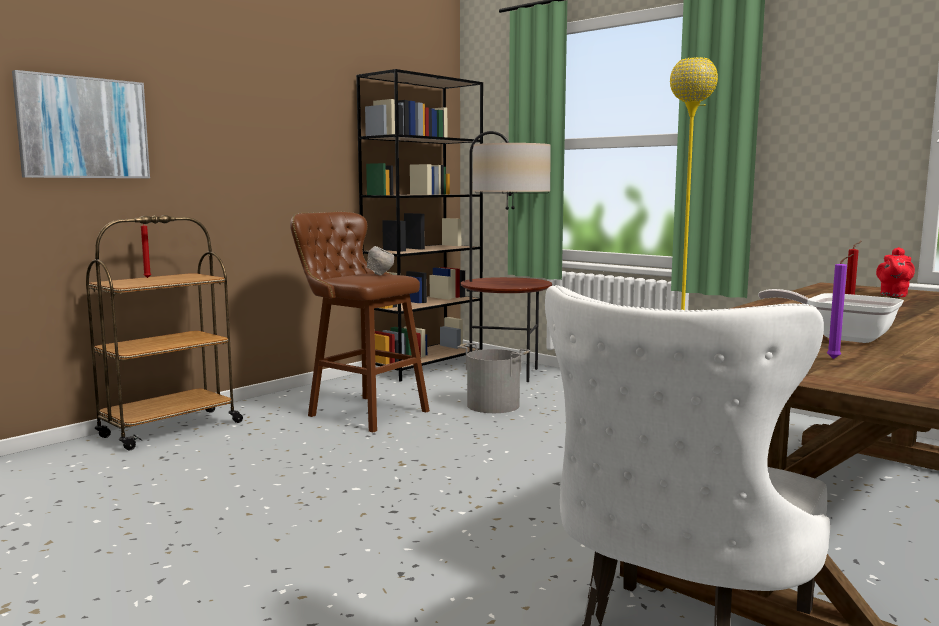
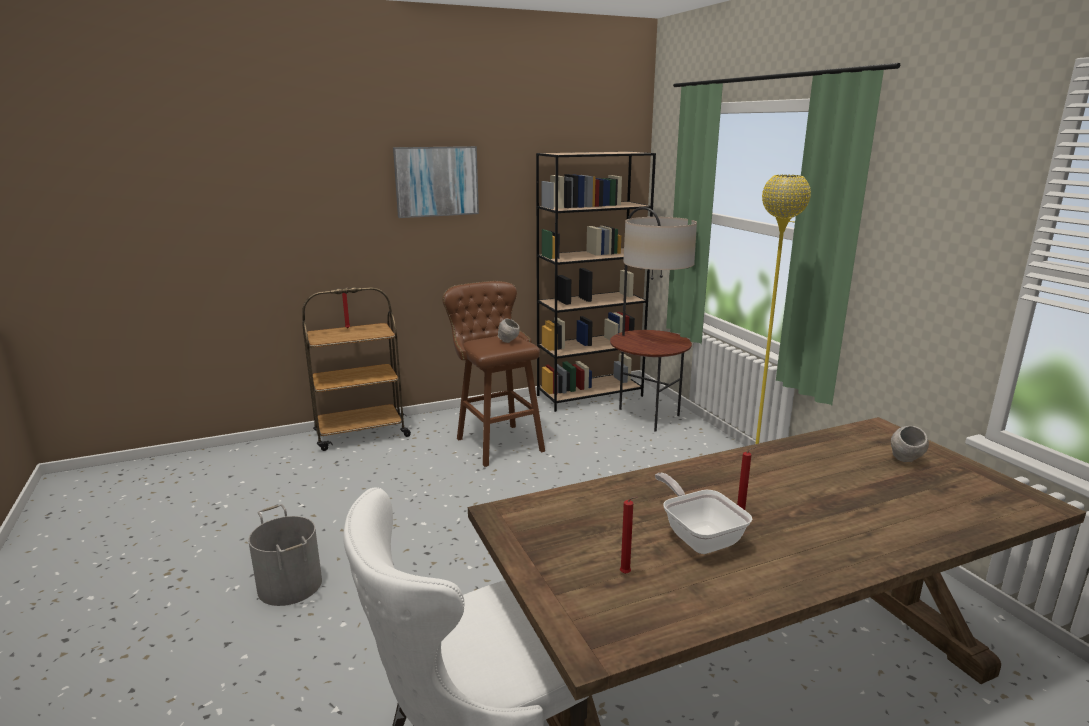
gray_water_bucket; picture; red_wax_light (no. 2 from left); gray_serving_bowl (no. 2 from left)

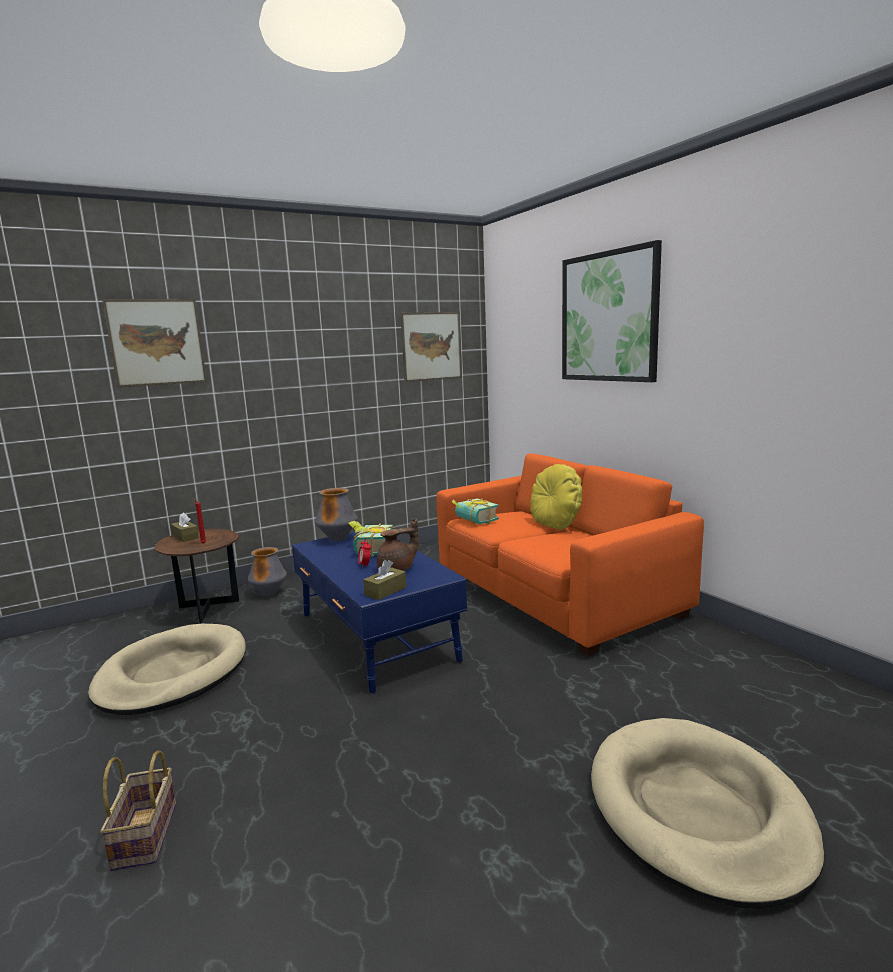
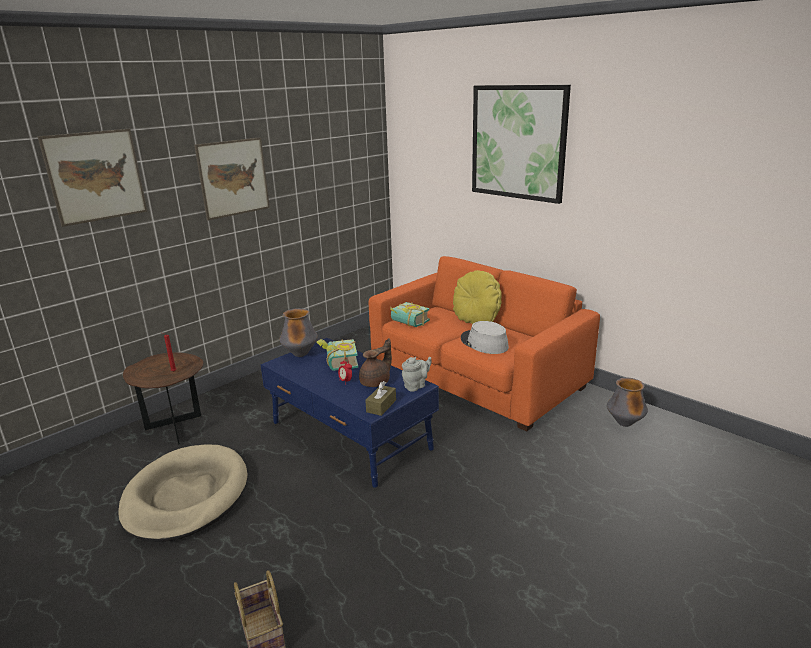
picture (no. 2 from left); gray_pot_for_tea; gray_clothing_hat; decorative_vase (no. 2 from left); brownish_tissue_box (no. 1 from left in the first image); beige-coloured_dog_bed (no. 2 from left in the first image)

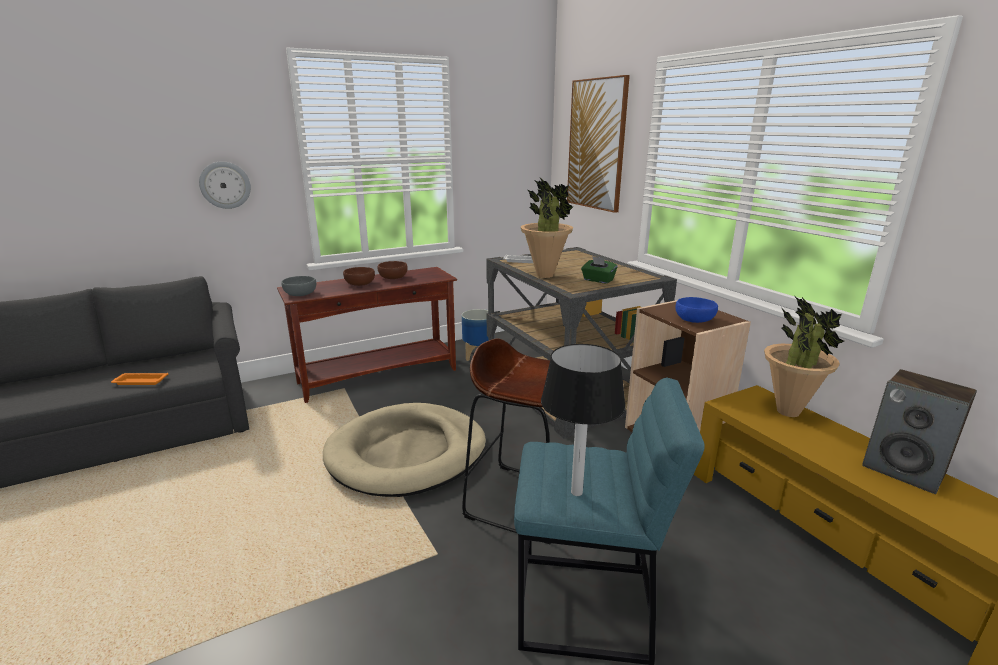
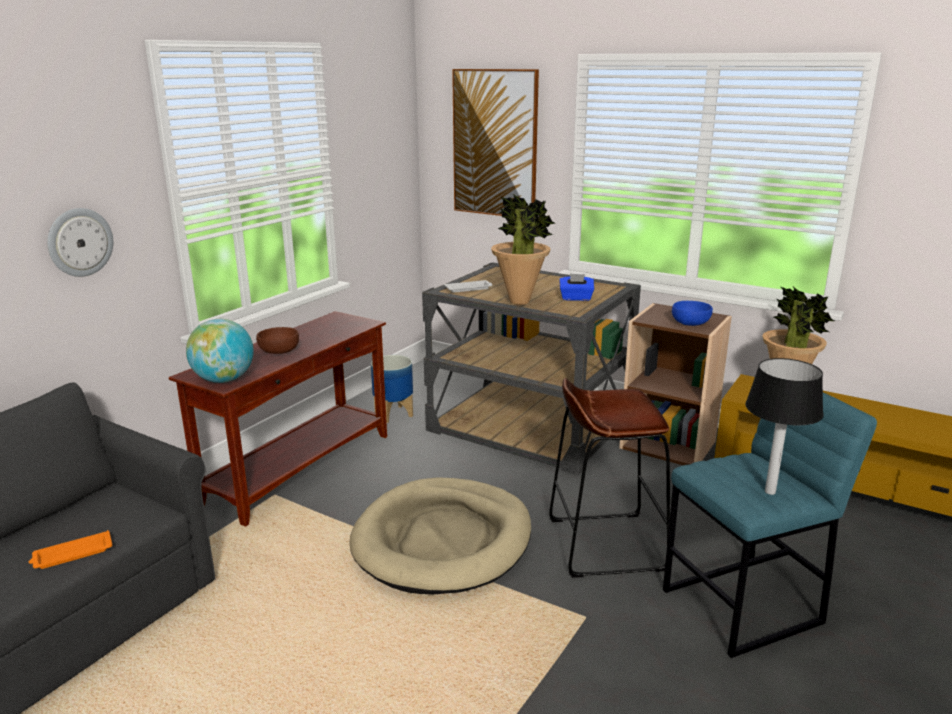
world_globe; blue-coloured_tissue_box; brownish_serving_bowl (no. 2 from left in the first image); speaker

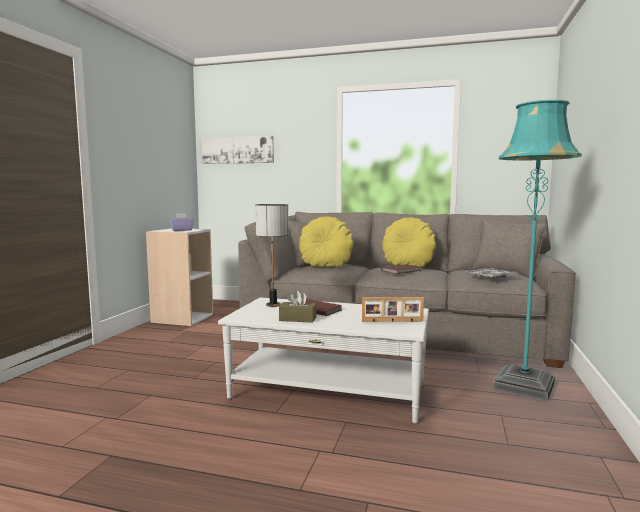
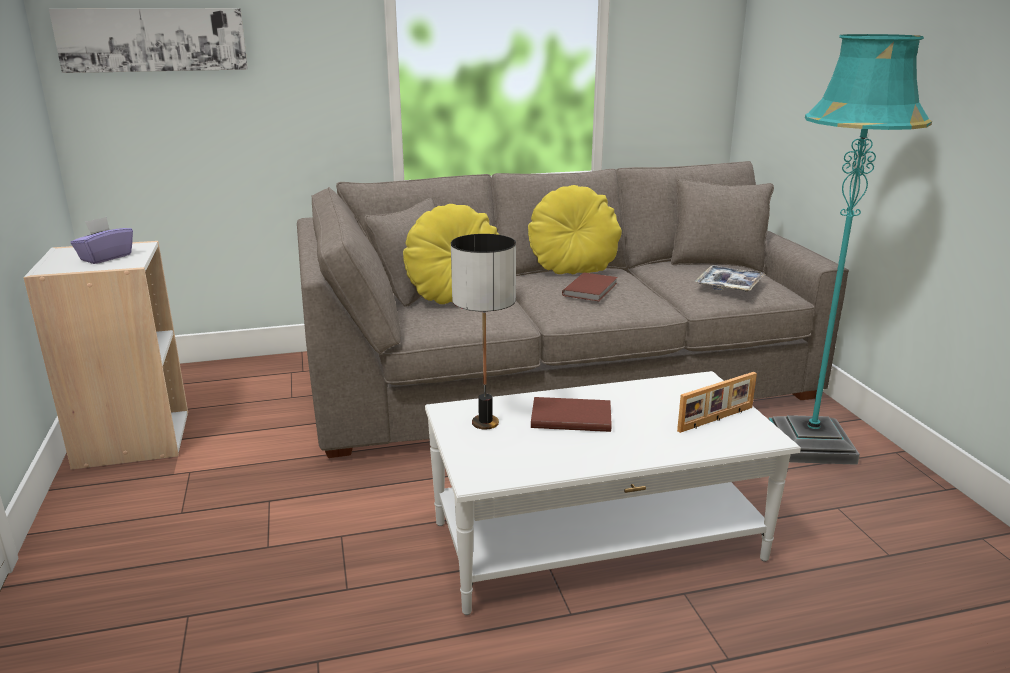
brownish_tissue_box

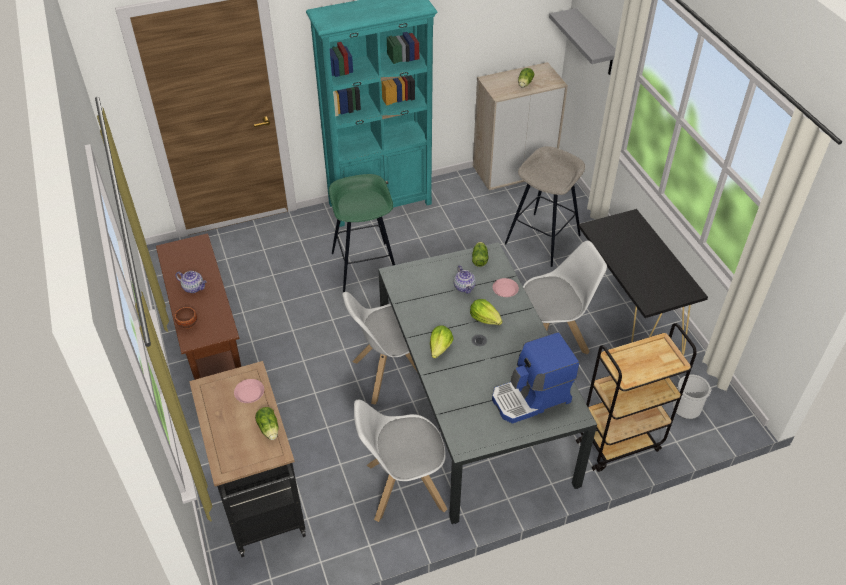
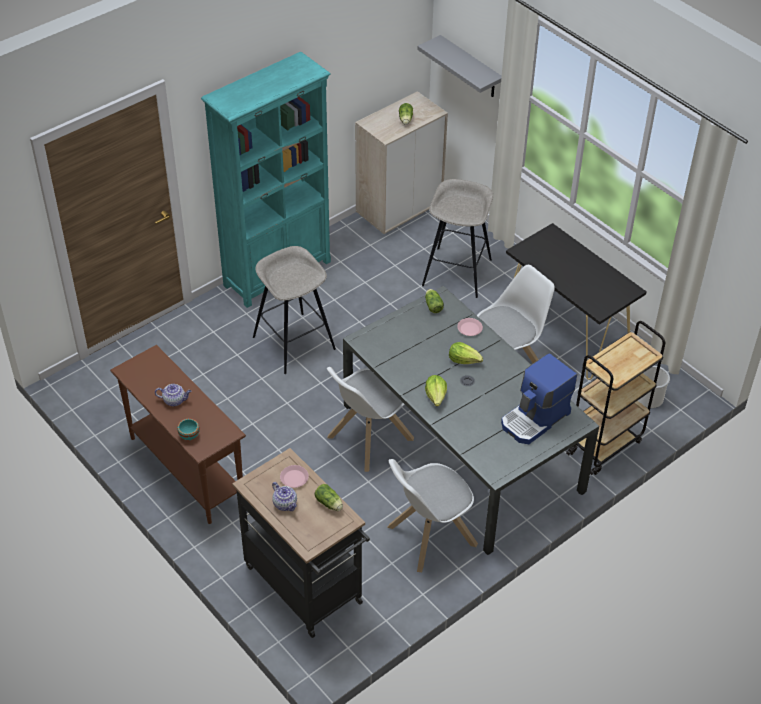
blue-green_serving_bowl; gray_stool (no. 1 from left); pot_for_tea (no. 2 from left)

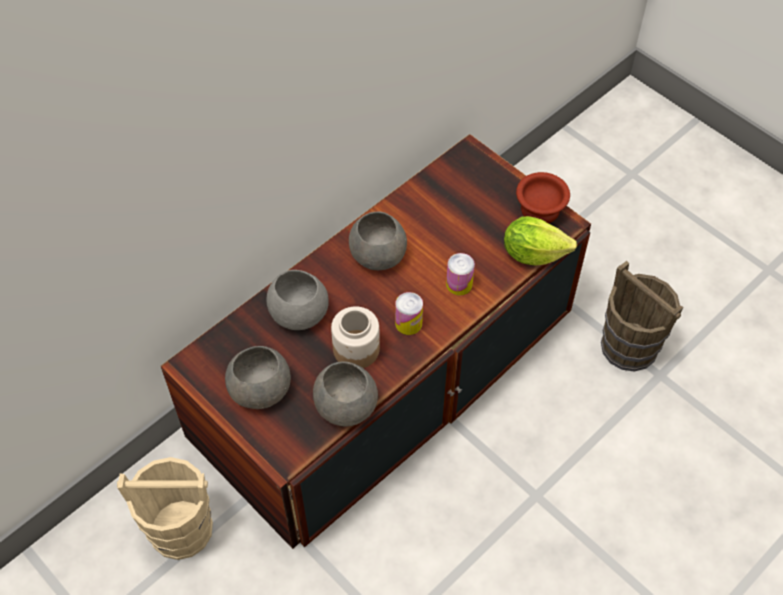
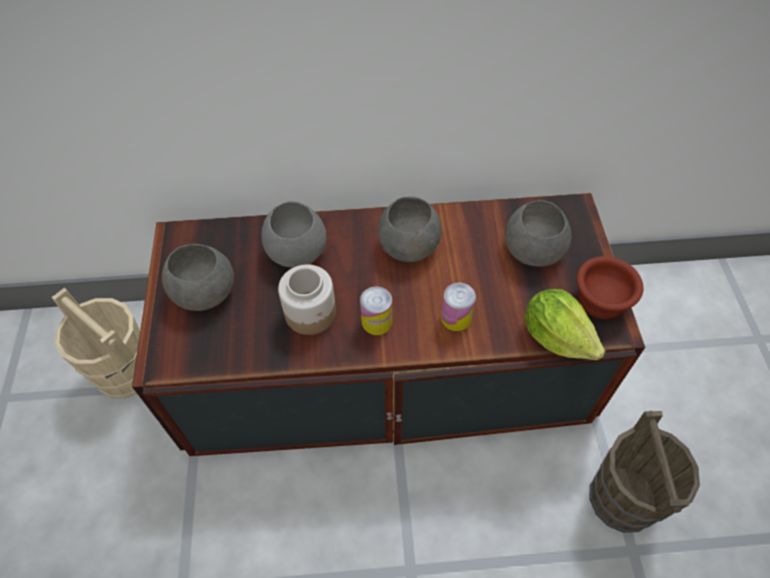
gray_serving_bowl (no. 4 from left)

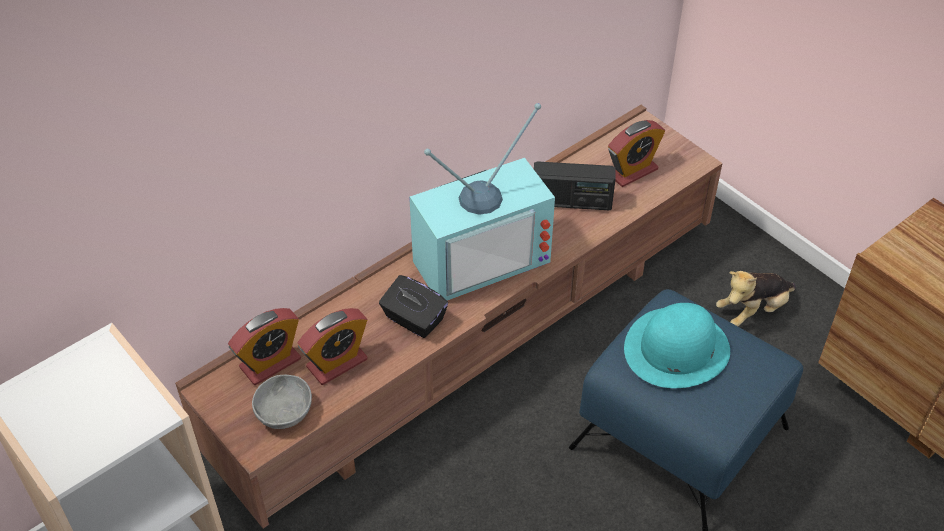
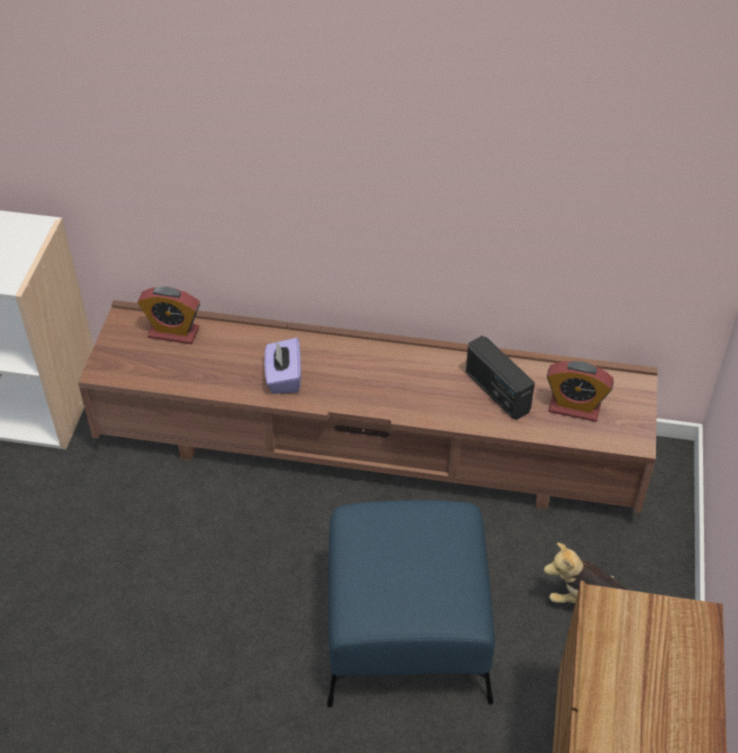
purplish_tissue_box; gray_serving_bowl; alarm_clock (no. 2 from left in the first image); TV_set; blue-green_clothing_hat

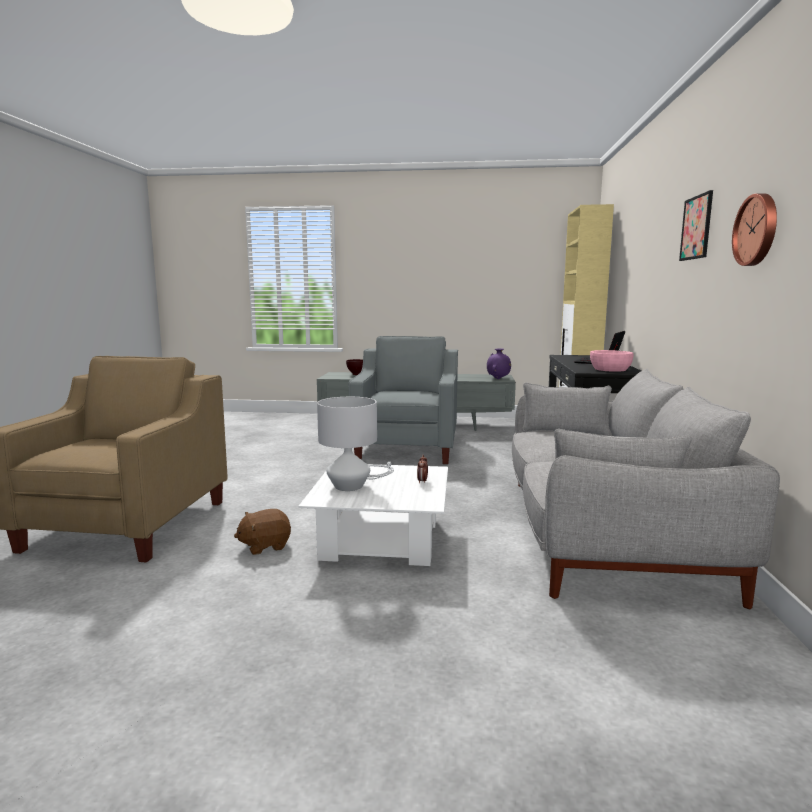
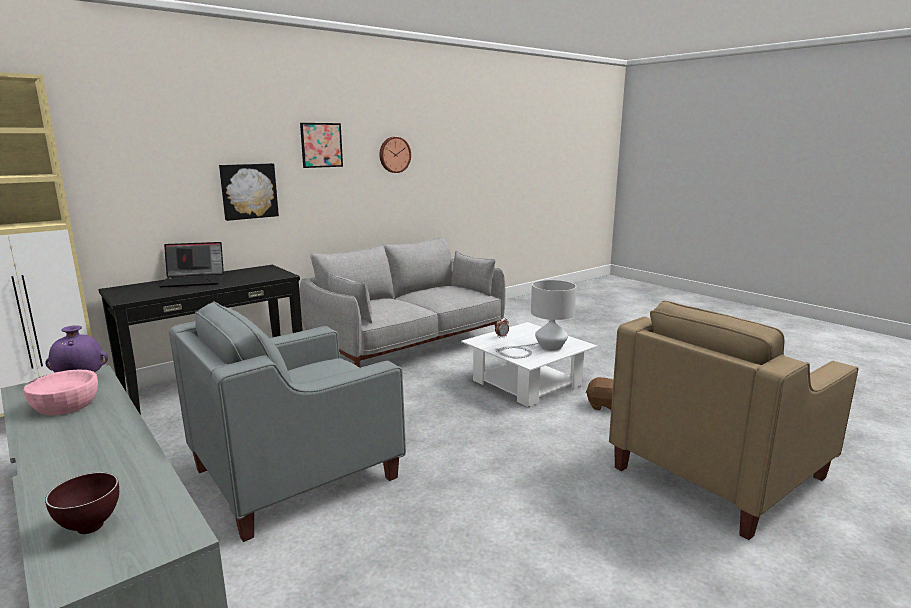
pink_serving_bowl; picture (no. 1 from left)

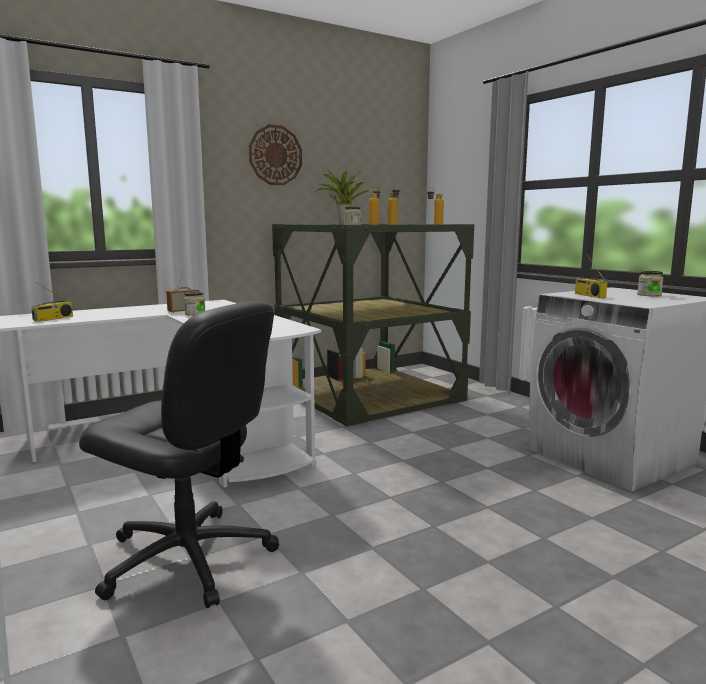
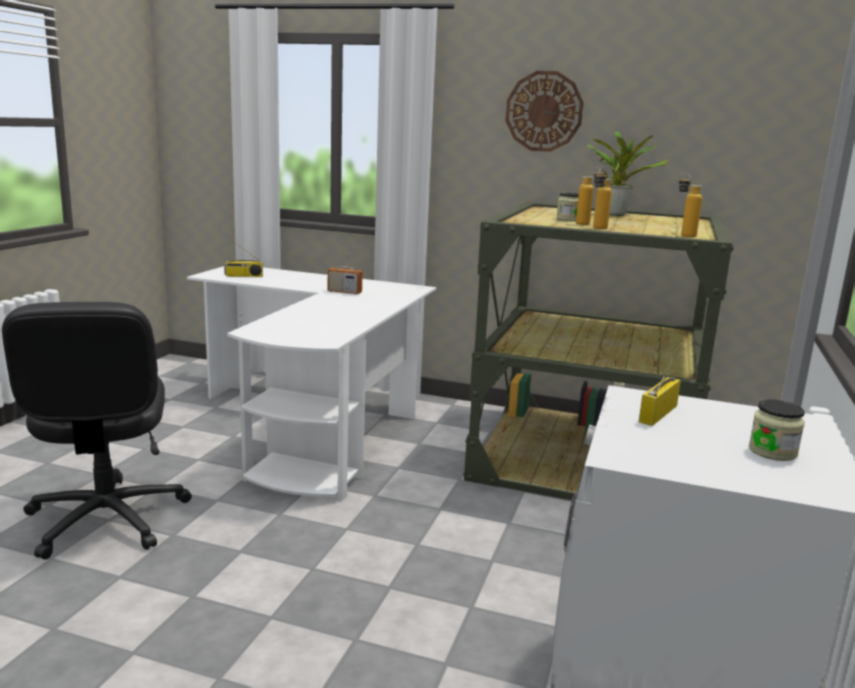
jar (no. 1 from left in the first image)

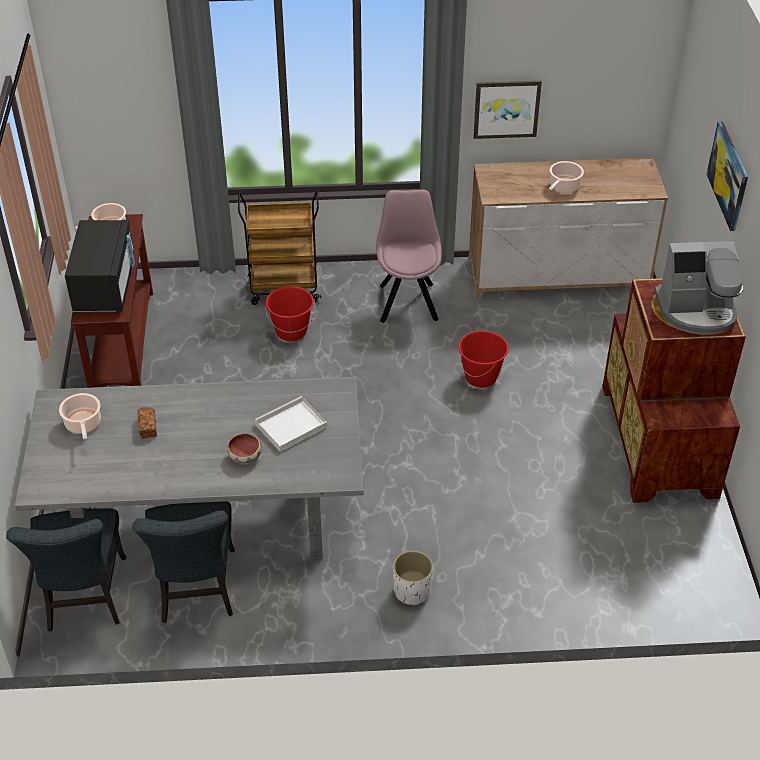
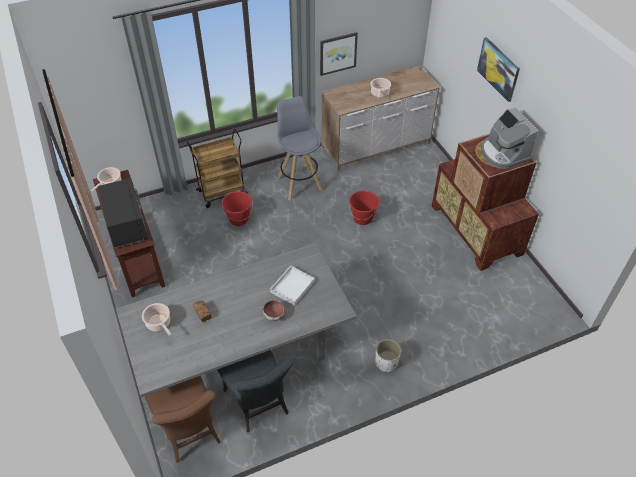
brownish_upright_chair; gray_stool; coffee_machine

